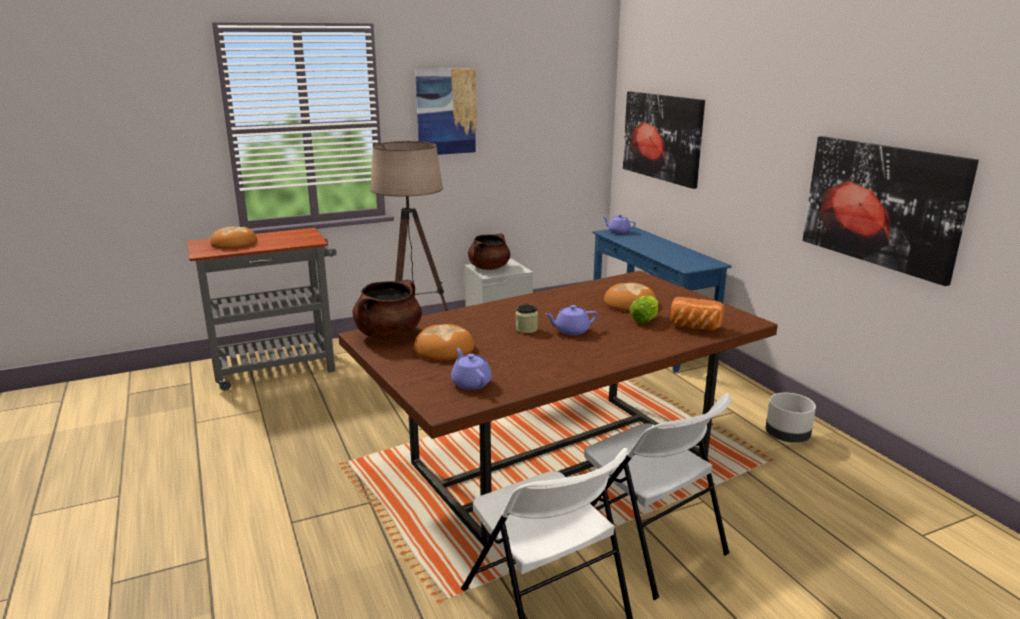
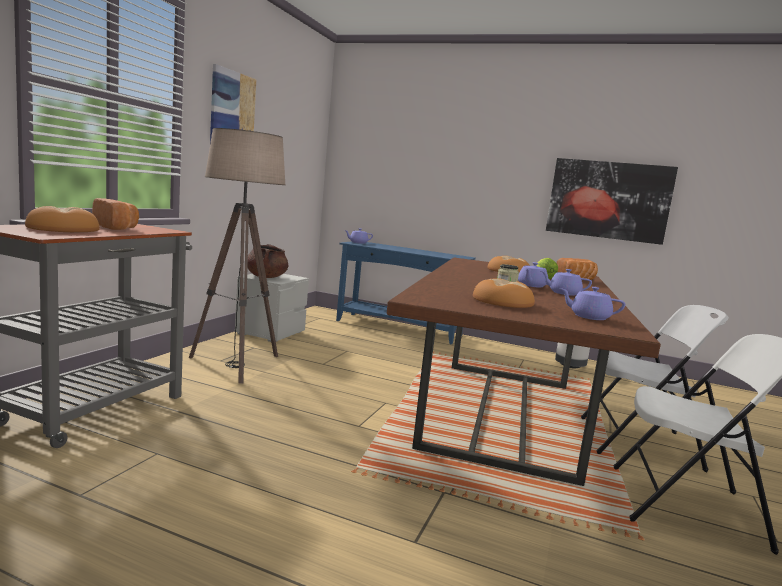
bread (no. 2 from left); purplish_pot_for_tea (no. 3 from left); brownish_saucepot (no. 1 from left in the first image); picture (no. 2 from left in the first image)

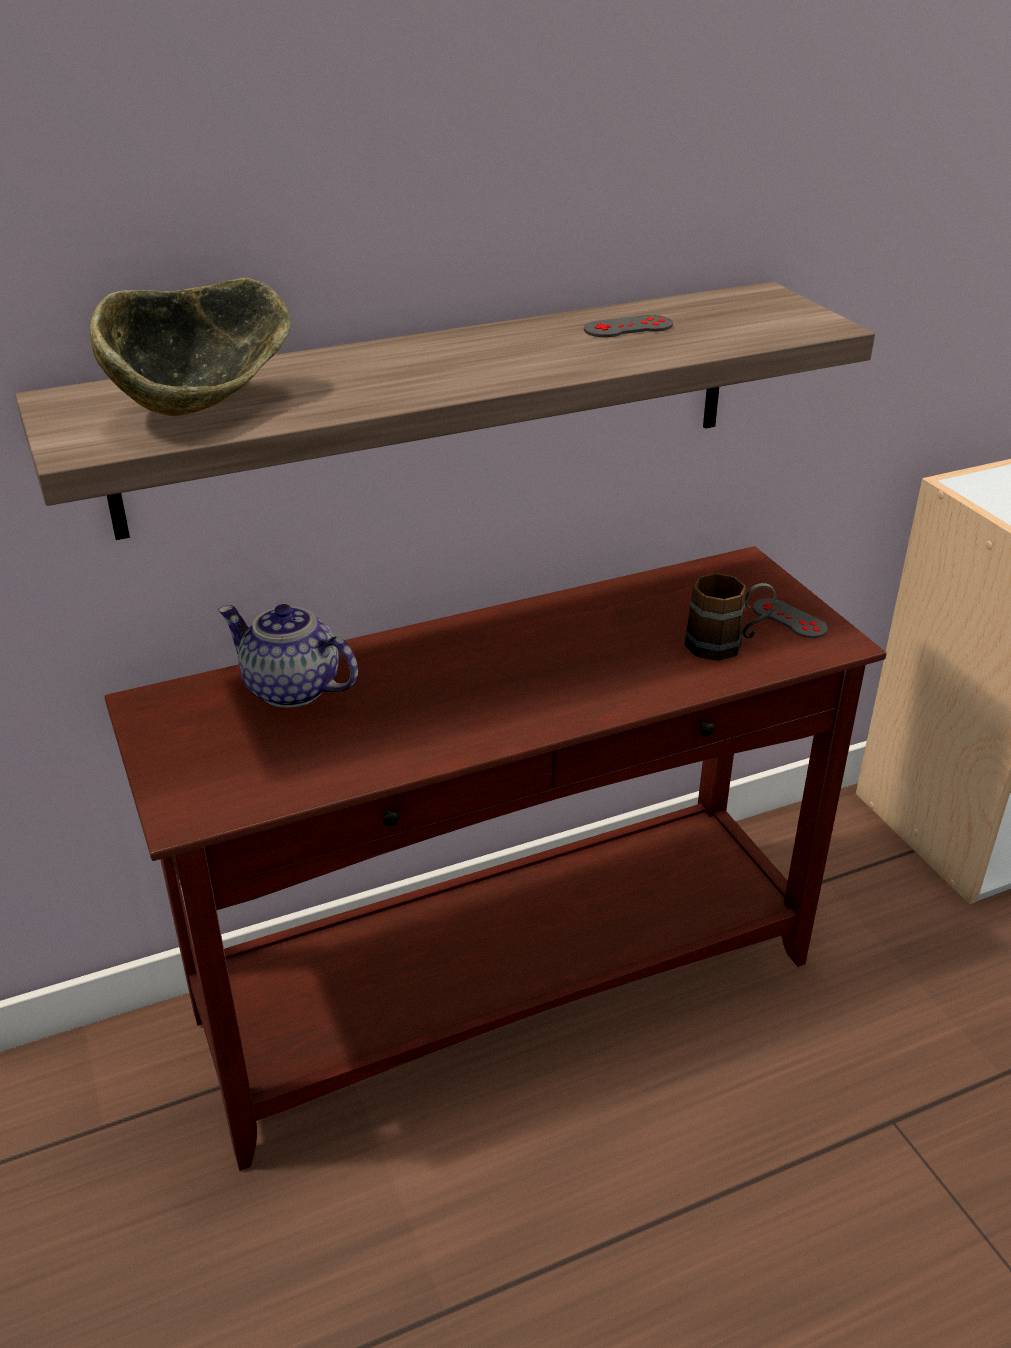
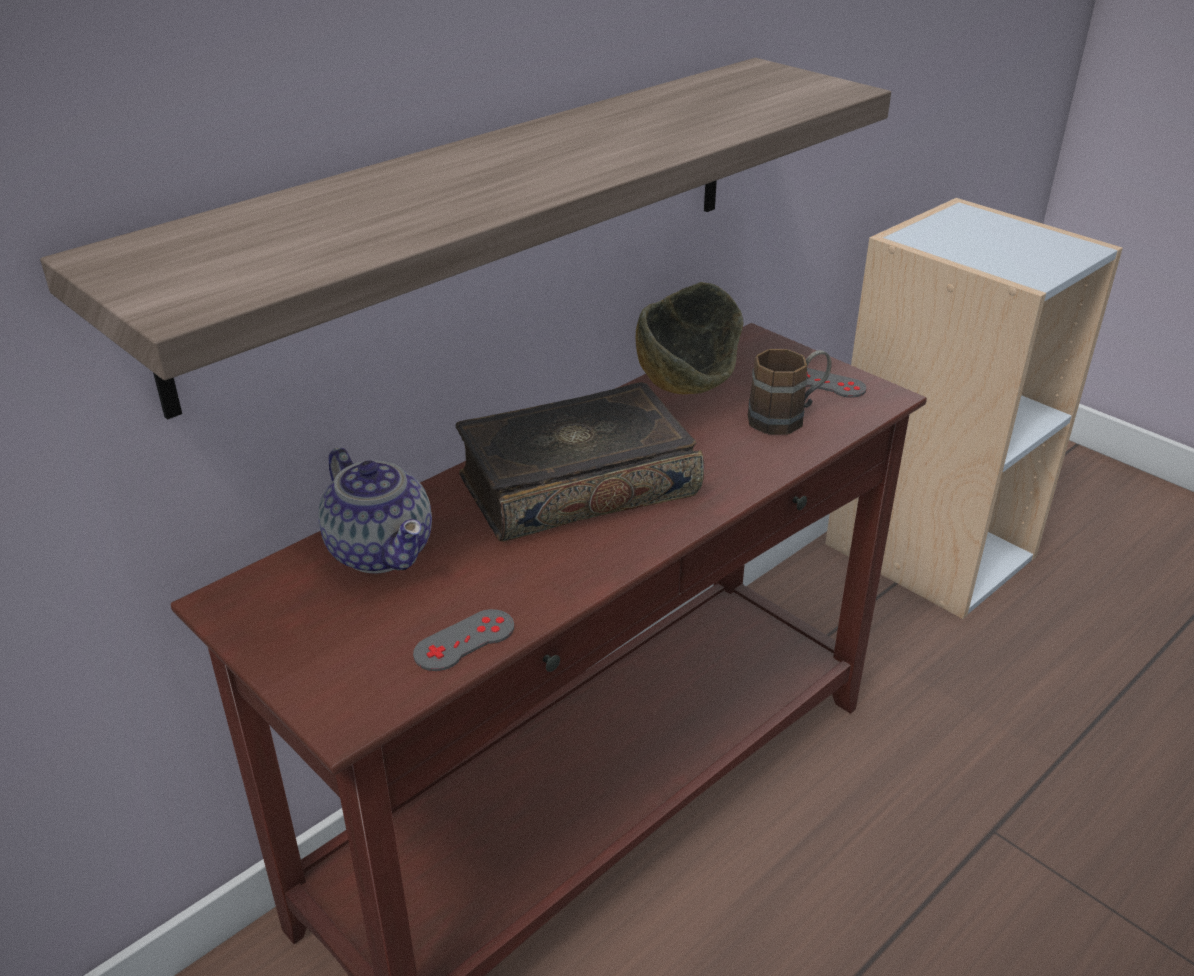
pot_for_tea; gray_game_controller (no. 1 from left); bound_book; serving_bowl

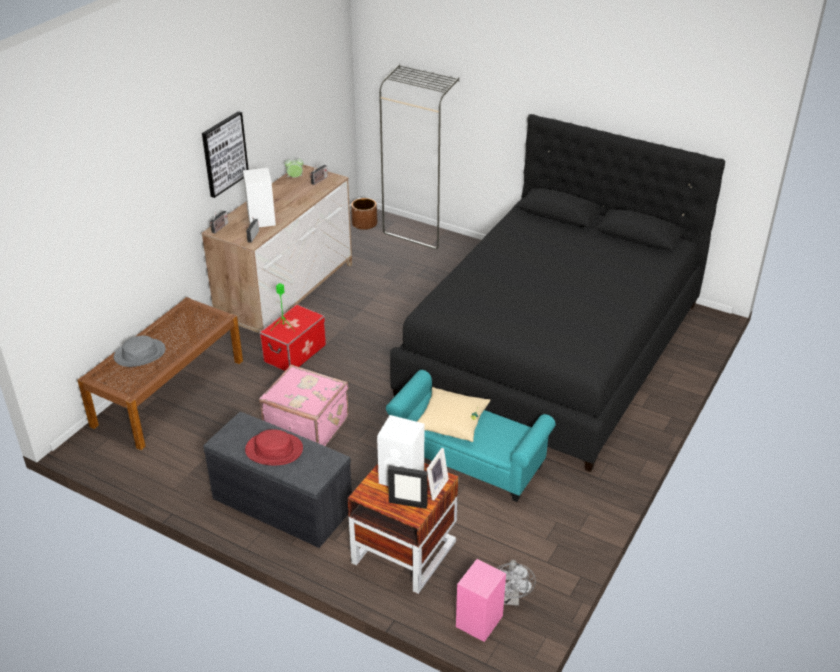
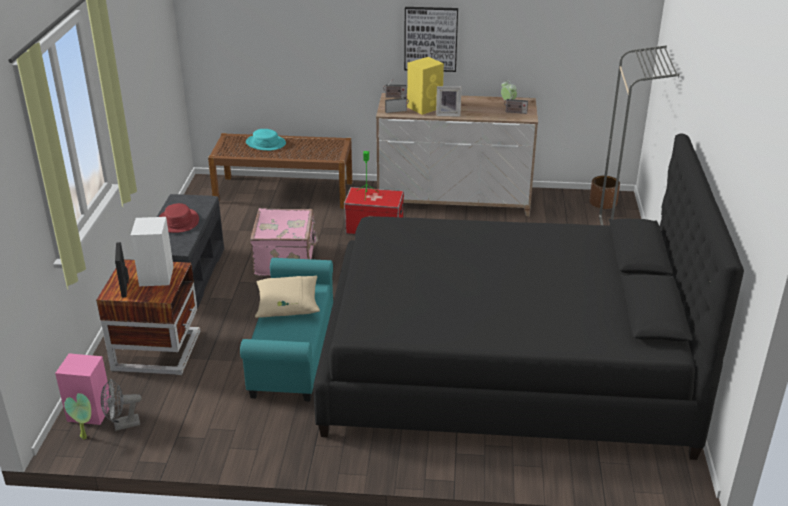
potted_plant; blue-green_clothing_hat; yellowish_speaker; picture_frame (no. 2 from left)

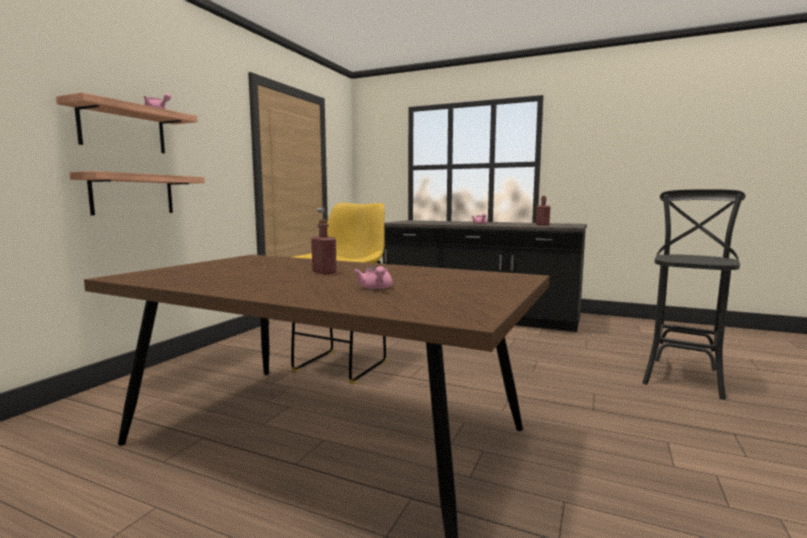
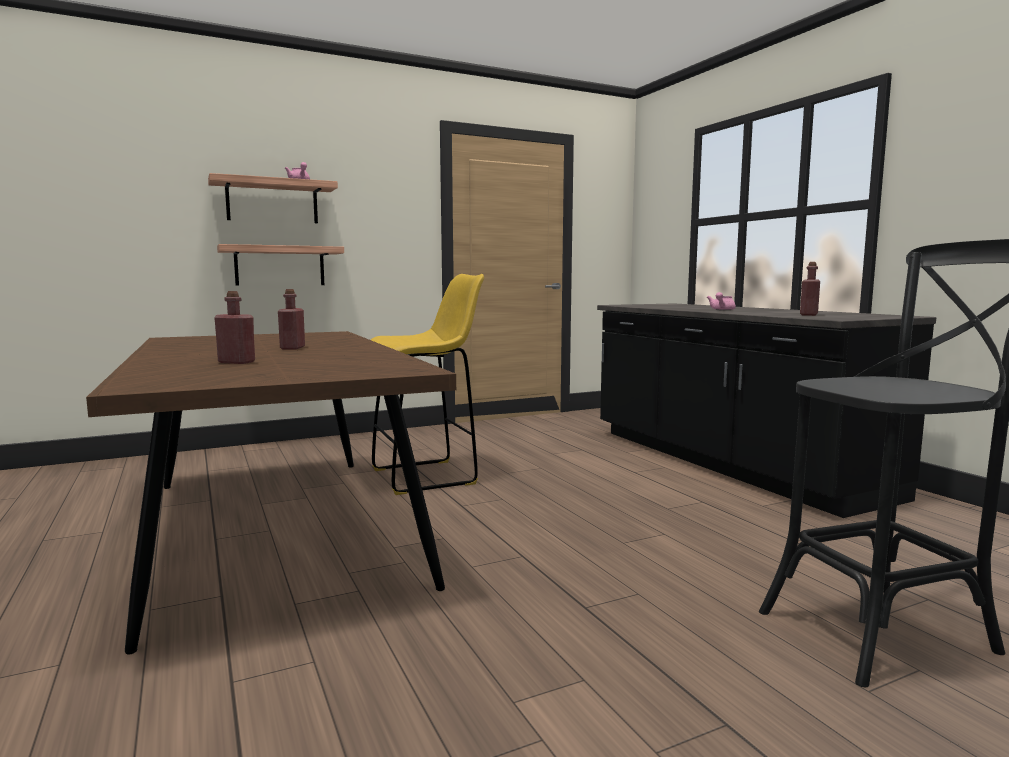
red_beverage_bottle (no. 1 from left)

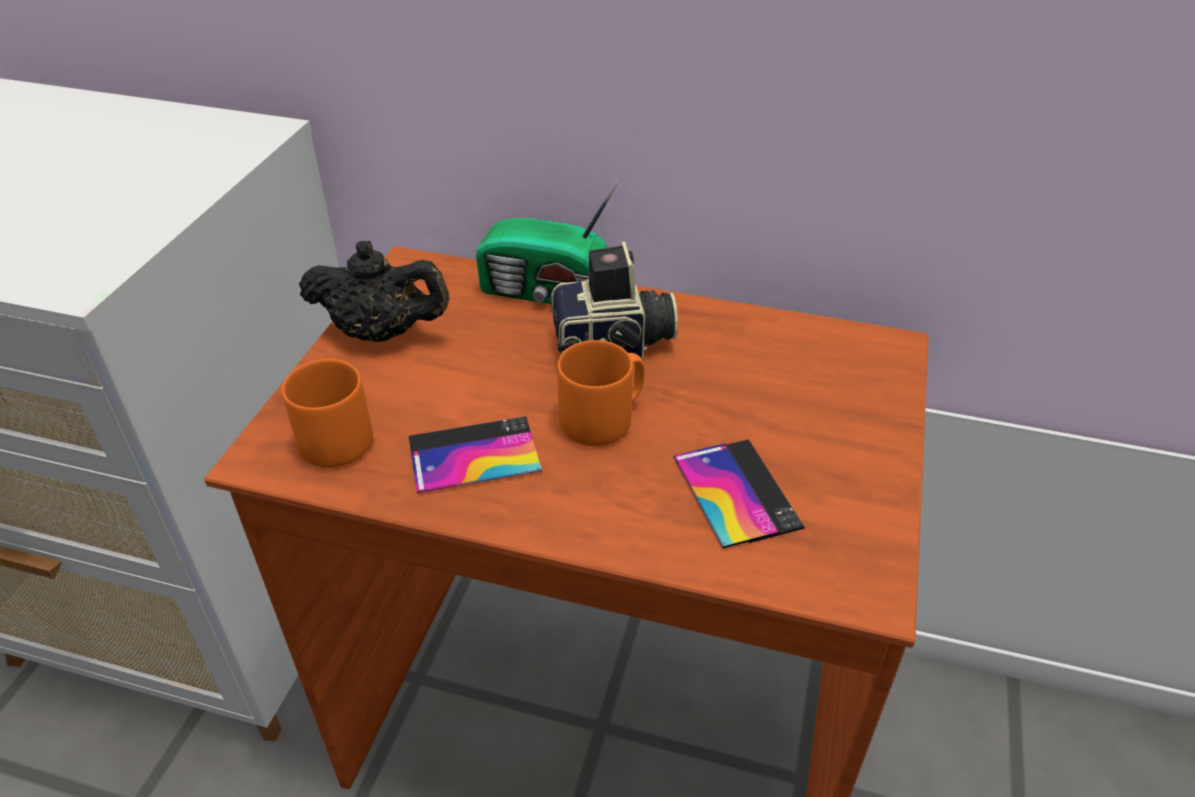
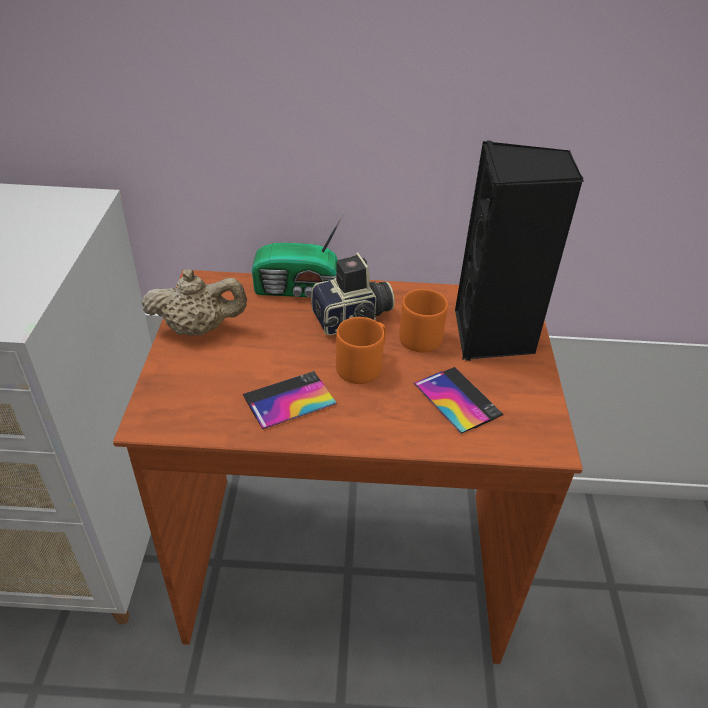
beige-coloured_pot_for_tea; orangey_mug (no. 2 from left); black-coloured_speaker

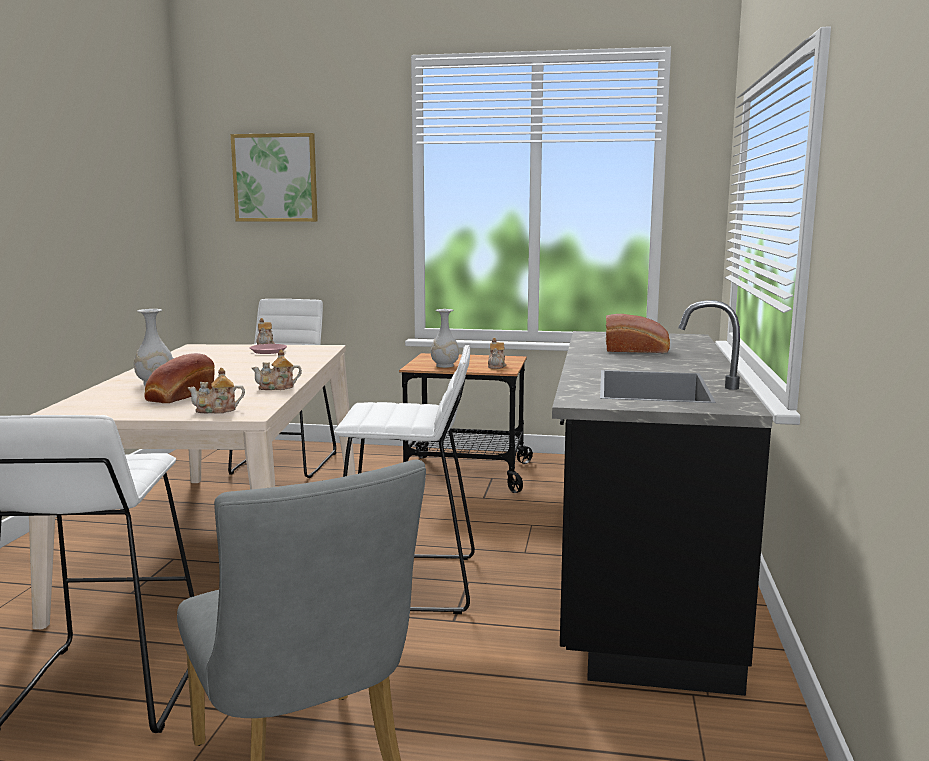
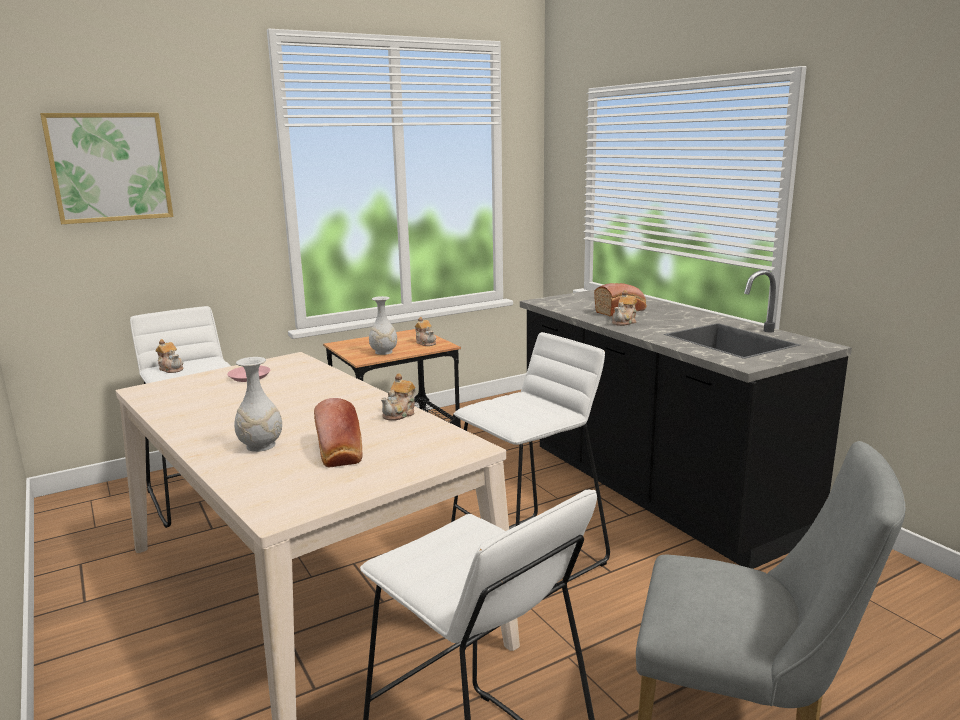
pot_for_tea (no. 4 from left)

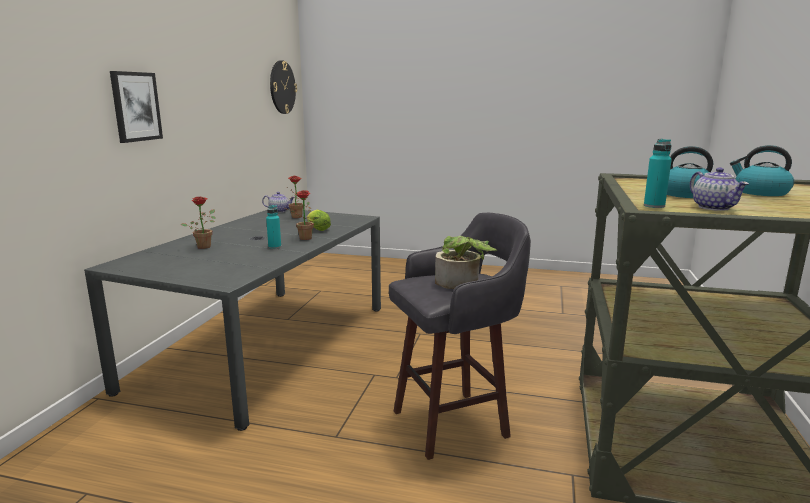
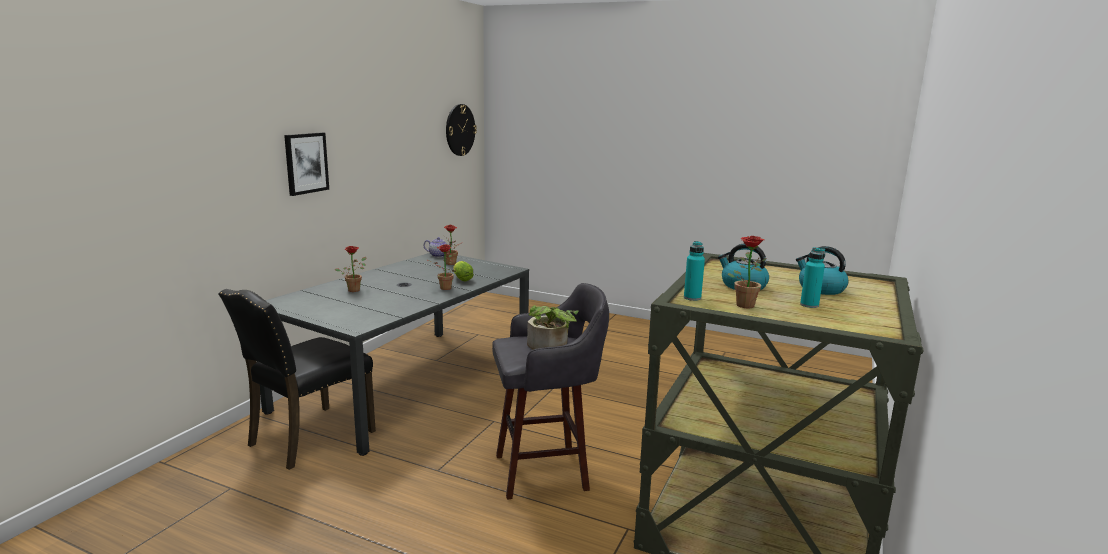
black-coloured_upright_chair; potted_plant (no. 5 from left); blue-green_beverage_bottle (no. 2 from left)

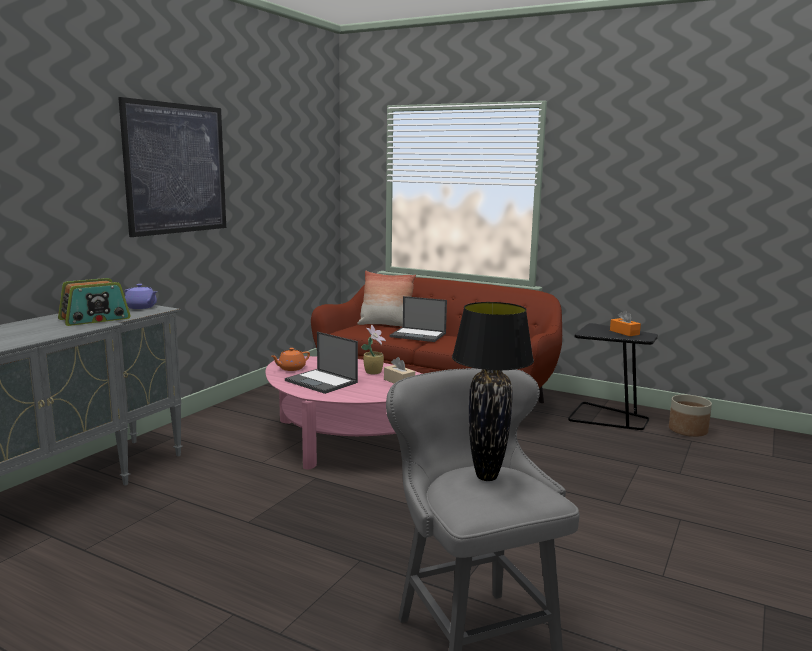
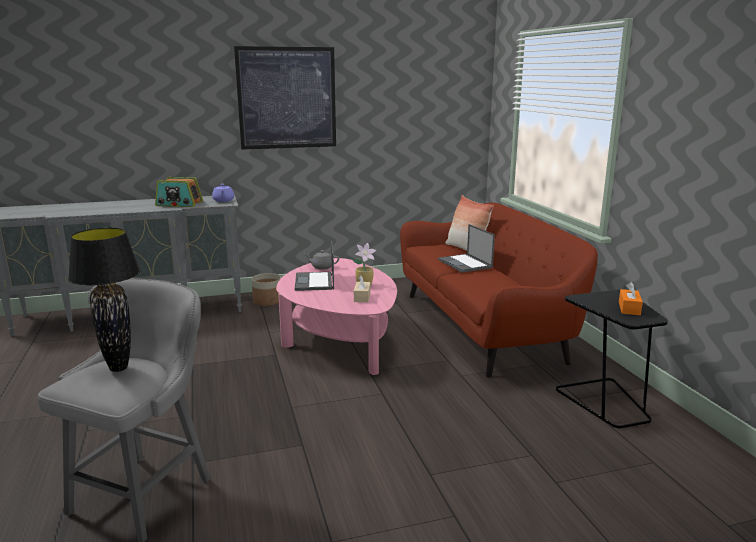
planter; gray_pot_for_tea

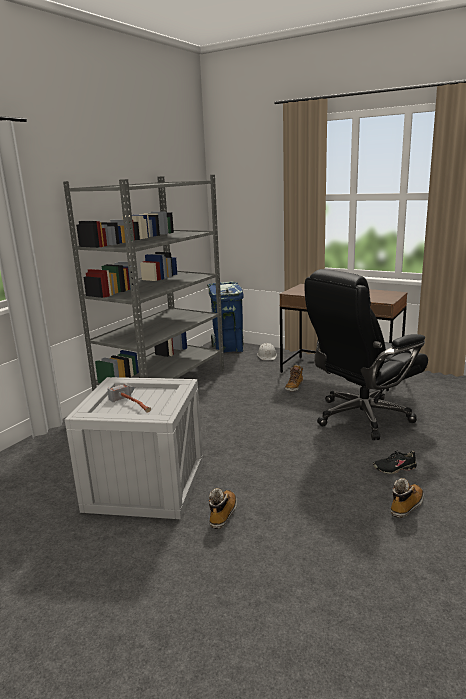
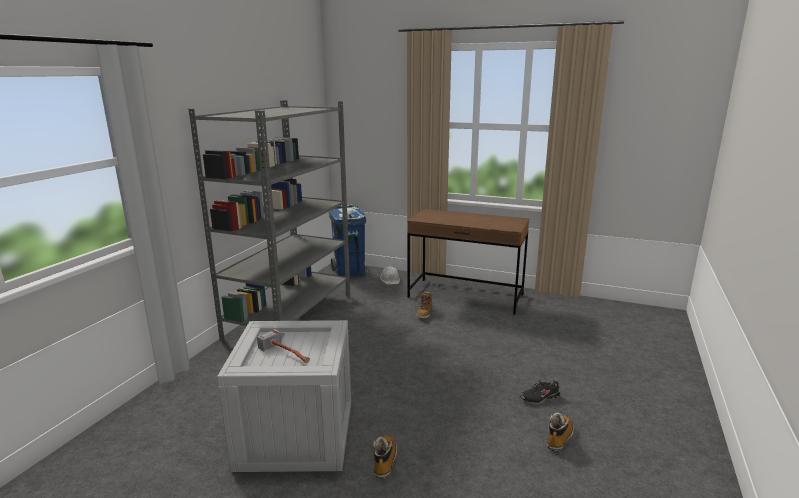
black-coloured_computer_chair

